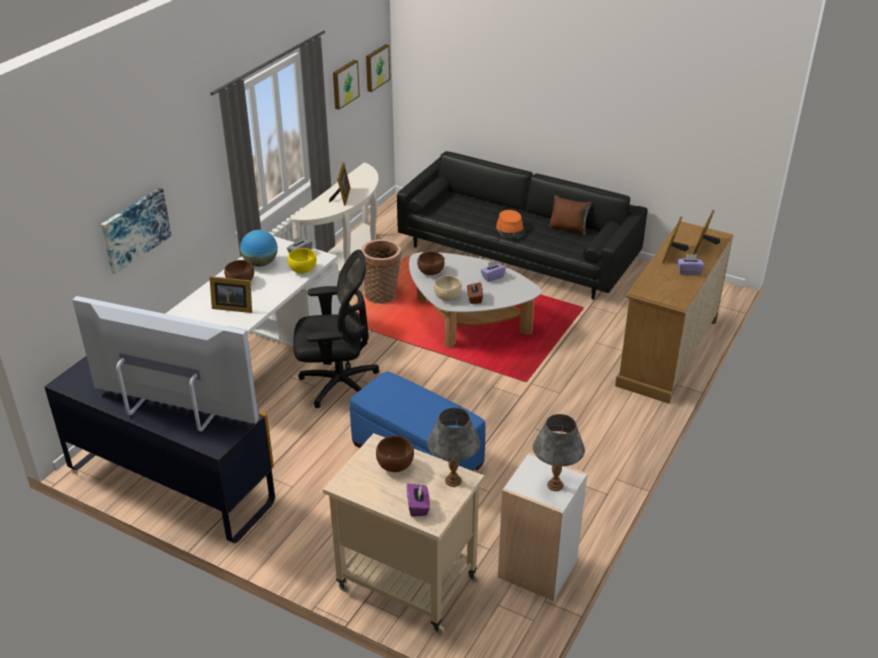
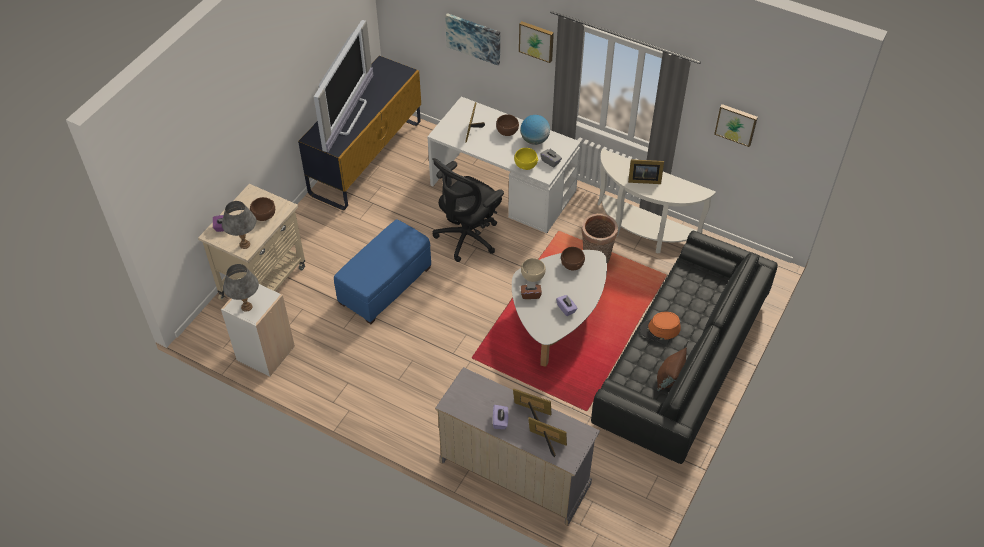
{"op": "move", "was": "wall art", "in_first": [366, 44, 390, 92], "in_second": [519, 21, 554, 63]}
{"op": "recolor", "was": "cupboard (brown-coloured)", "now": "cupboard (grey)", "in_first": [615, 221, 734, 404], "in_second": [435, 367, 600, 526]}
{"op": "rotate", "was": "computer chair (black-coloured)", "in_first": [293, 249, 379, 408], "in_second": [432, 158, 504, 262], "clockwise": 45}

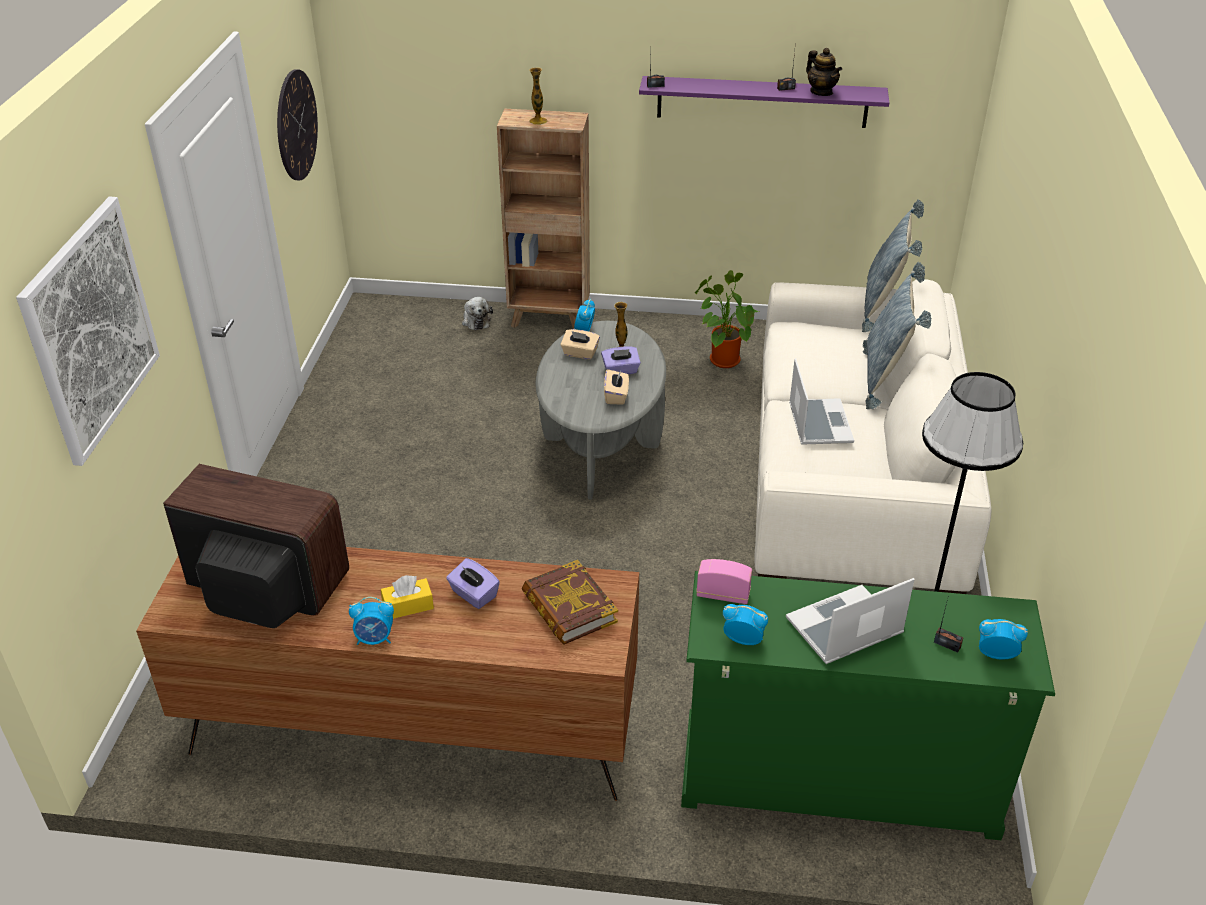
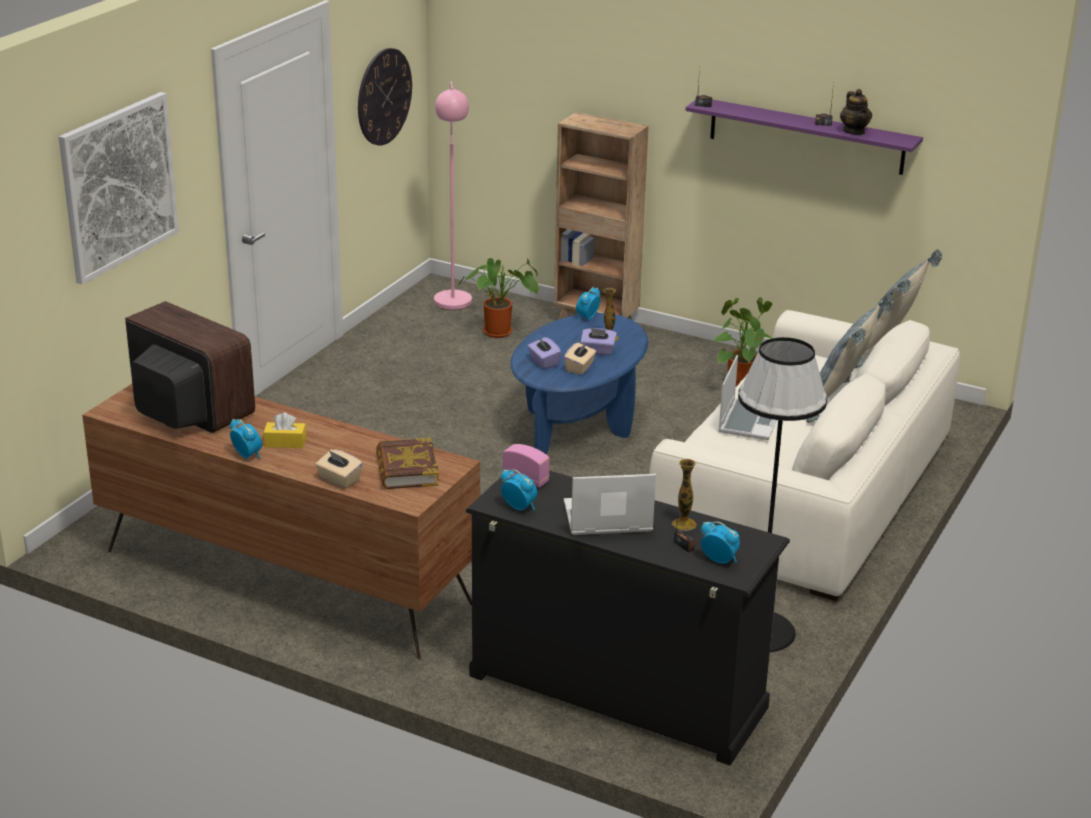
{"op": "delete", "was": "soft toy", "in_first": [462, 297, 493, 330]}
{"op": "insert", "now": "standard lamp (pink-coloured)", "in_second": [434, 81, 472, 310]}
{"op": "insert", "now": "plant in a pot", "in_second": [459, 258, 539, 338]}
{"op": "move", "was": "tissue holder (purplish)", "in_first": [446, 558, 500, 609], "in_second": [528, 337, 561, 369]}
{"op": "move", "was": "flower vase", "in_first": [529, 67, 547, 125], "in_second": [672, 459, 697, 531]}
{"op": "move", "was": "tissue holder (beige-coloured)", "in_first": [560, 329, 600, 360], "in_second": [315, 449, 363, 488]}
{"op": "recolor", "was": "lounge table (grey)", "now": "lounge table (blue-coloured)", "in_first": [536, 321, 666, 500], "in_second": [511, 313, 648, 455]}
{"op": "recolor", "was": "cupboard (green)", "now": "cupboard (black-coloured)", "in_first": [681, 571, 1055, 840], "in_second": [466, 470, 790, 766]}
{"op": "rotate", "was": "table clock", "in_first": [349, 597, 394, 645], "in_second": [230, 419, 262, 459], "clockwise": -150}

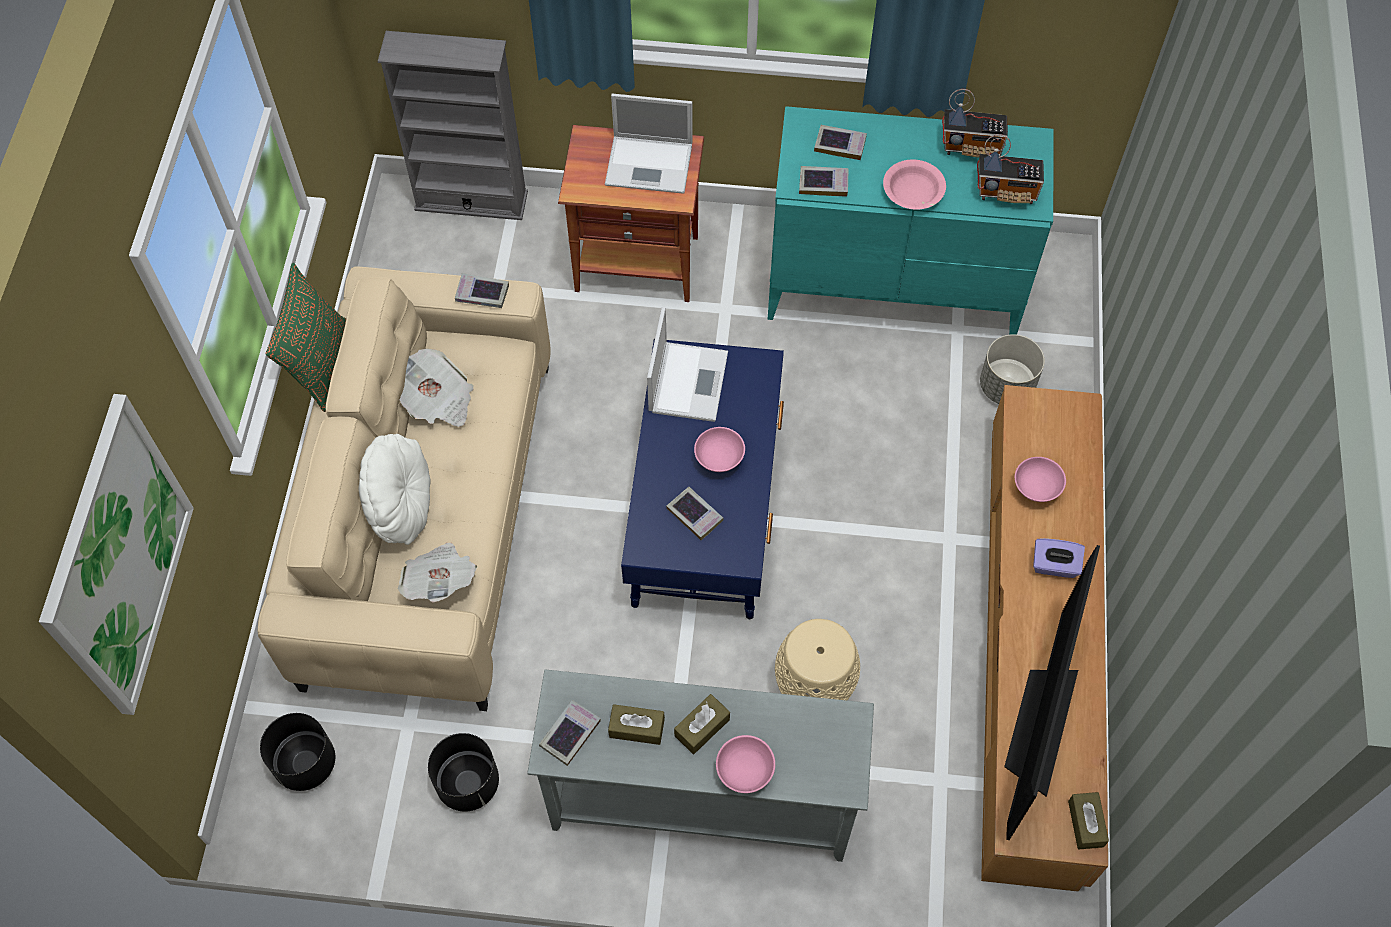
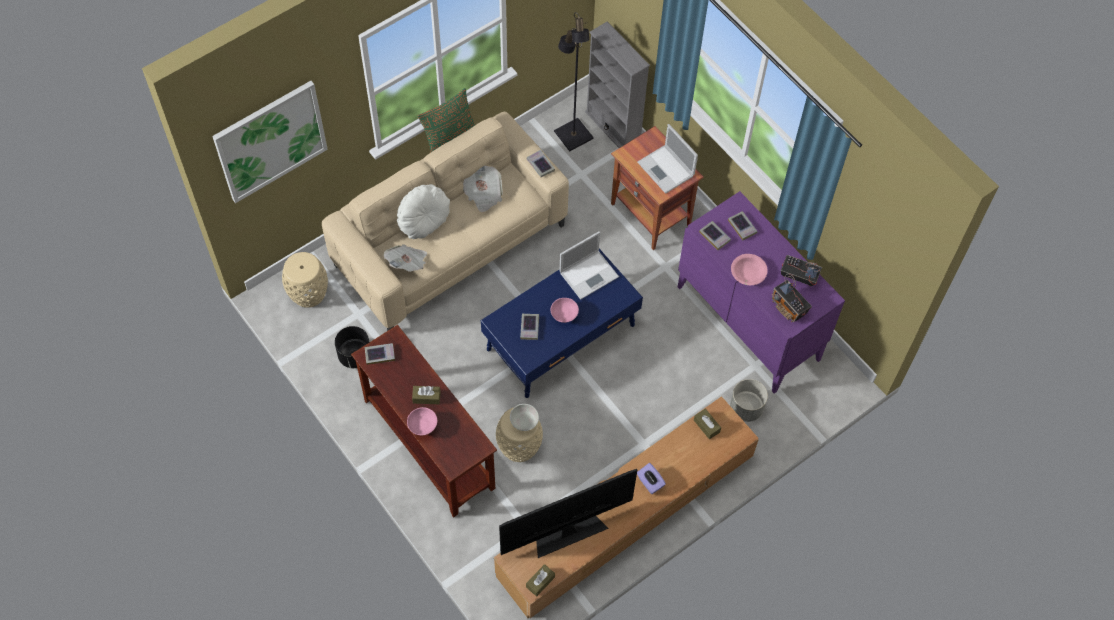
{"op": "delete", "was": "serving bowl (pink-coloured)", "in_first": [1015, 457, 1066, 502]}
{"op": "insert", "now": "serving bowl (whitish)", "in_second": [510, 404, 539, 431]}
{"op": "insert", "now": "standard lamp (black-coloured)", "in_second": [554, 12, 593, 151]}
{"op": "move", "was": "tissue holder (brown-coloured)", "in_first": [608, 704, 665, 745], "in_second": [694, 409, 721, 439]}
{"op": "replace", "was": "plant pot (black-coloured)", "now": "stool seat (beige-coloured)", "in_first": [260, 713, 335, 791], "in_second": [282, 252, 328, 308]}
{"op": "recolor", "was": "hall table (grey)", "now": "hall table (brown-coloured)", "in_first": [527, 669, 874, 862], "in_second": [351, 325, 497, 518]}
{"op": "recolor", "was": "cupboard (turquoise)", "now": "cupboard (purplish)", "in_first": [767, 106, 1054, 335], "in_second": [678, 191, 845, 393]}
{"op": "rotate", "was": "radio receiver", "in_first": [942, 89, 1008, 158], "in_second": [781, 255, 822, 286], "clockwise": 150}

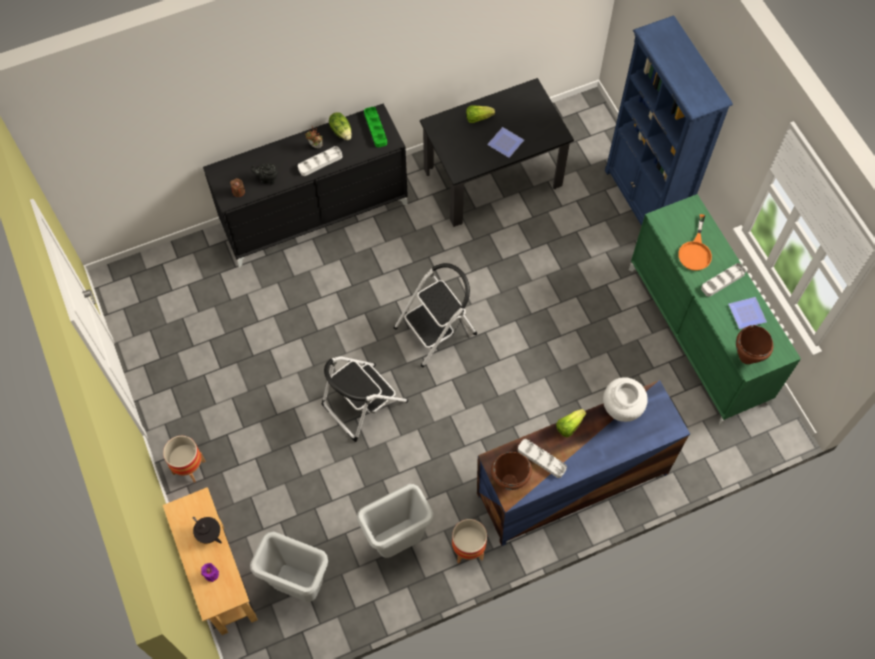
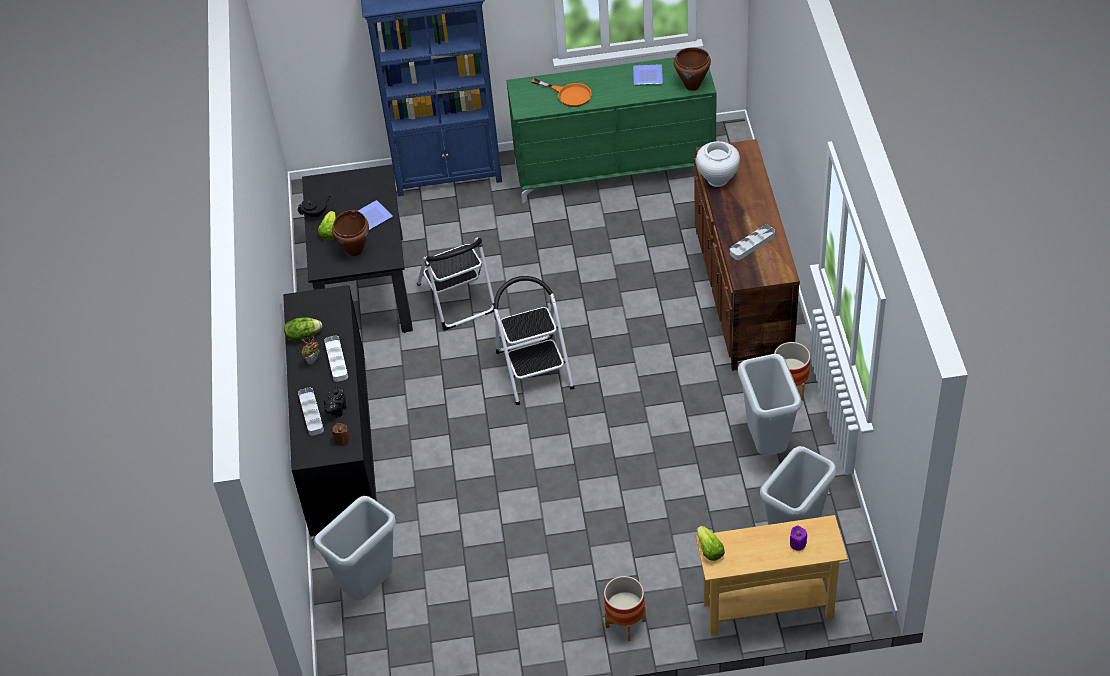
{"op": "delete", "was": "serving tray (green)", "in_first": [364, 107, 387, 148]}
{"op": "insert", "now": "trash can (grey)", "in_second": [314, 496, 396, 600]}
{"op": "move", "was": "teapot (black-coloured)", "in_first": [193, 517, 222, 544], "in_second": [298, 195, 331, 217]}
{"op": "move", "was": "stepladder", "in_first": [322, 356, 408, 442], "in_second": [417, 237, 494, 331]}
{"op": "move", "was": "saucepot (brown-coloured)", "in_first": [491, 452, 532, 490], "in_second": [332, 210, 369, 256]}
{"op": "move", "was": "head of lettuce", "in_first": [556, 409, 586, 438], "in_second": [697, 526, 725, 561]}
{"op": "move", "was": "serving tray (grey)", "in_first": [701, 263, 746, 297], "in_second": [298, 388, 324, 436]}
{"op": "recolor", "was": "cupboard (blue-coloured)", "now": "cupboard (brown-coloured)", "in_first": [477, 380, 690, 546], "in_second": [694, 139, 800, 371]}

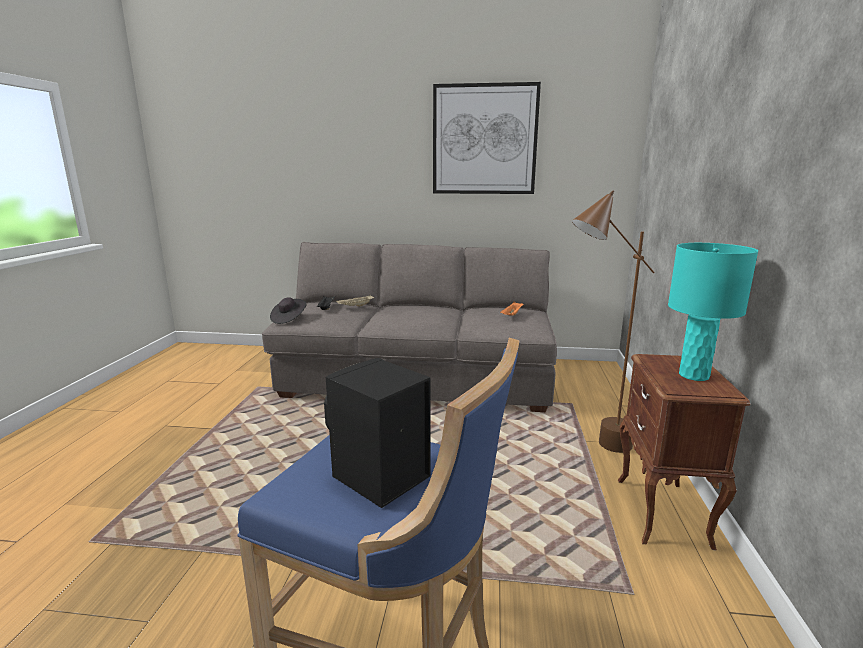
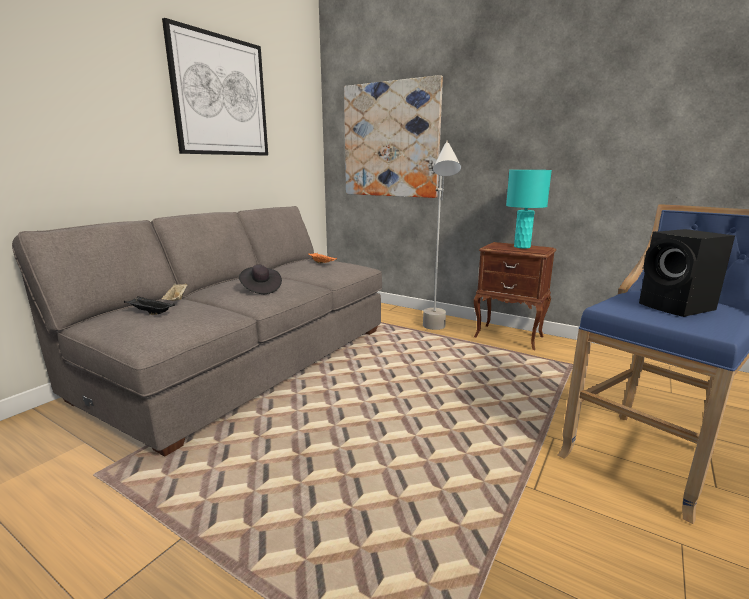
{"op": "insert", "now": "wall art", "in_second": [344, 75, 443, 198]}
{"op": "move", "was": "clothing hat (black-coloured)", "in_first": [270, 297, 306, 324], "in_second": [239, 265, 282, 294]}
{"op": "recolor", "was": "standard lamp (brown-coloured)", "now": "standard lamp (grey)", "in_first": [572, 190, 654, 453], "in_second": [423, 140, 461, 330]}

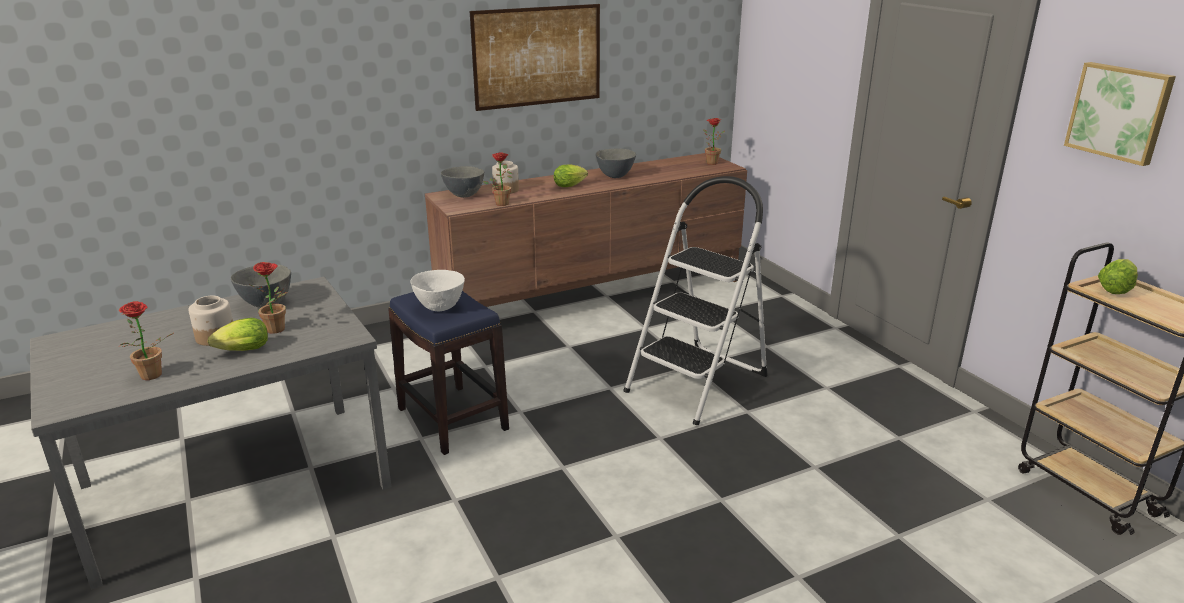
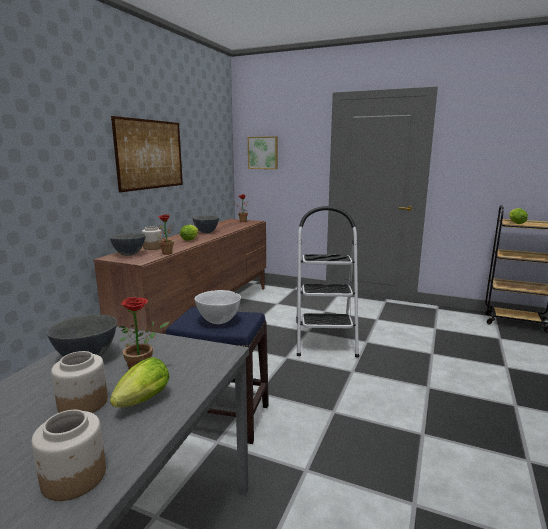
{"op": "move", "was": "wall art", "in_first": [1064, 62, 1176, 166], "in_second": [248, 136, 278, 169]}
{"op": "replace", "was": "plant in a pot", "now": "preserve jar", "in_first": [119, 301, 173, 380], "in_second": [32, 410, 106, 501]}

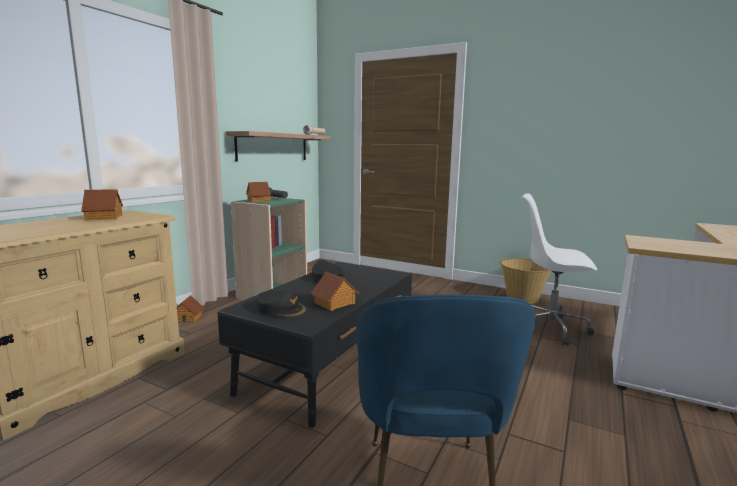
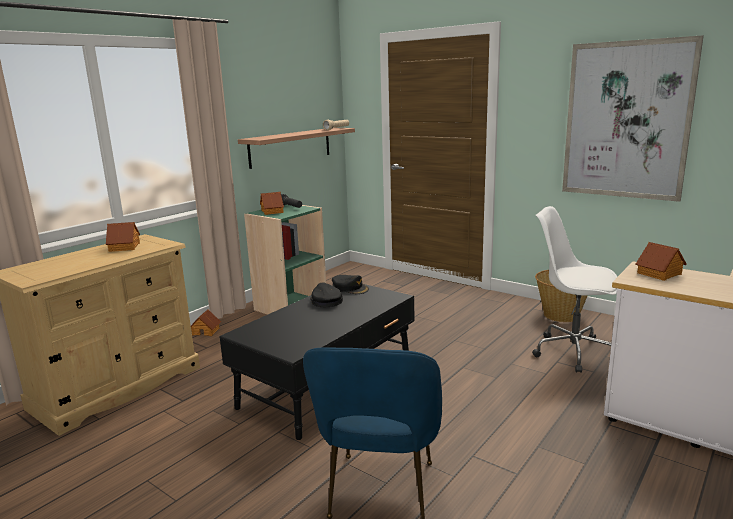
{"op": "insert", "now": "wall art", "in_second": [562, 35, 704, 202]}
{"op": "move", "was": "cap (black-coloured)", "in_first": [256, 291, 307, 318], "in_second": [332, 275, 369, 294]}
{"op": "move", "was": "toy house", "in_first": [310, 271, 359, 311], "in_second": [636, 242, 687, 281]}

